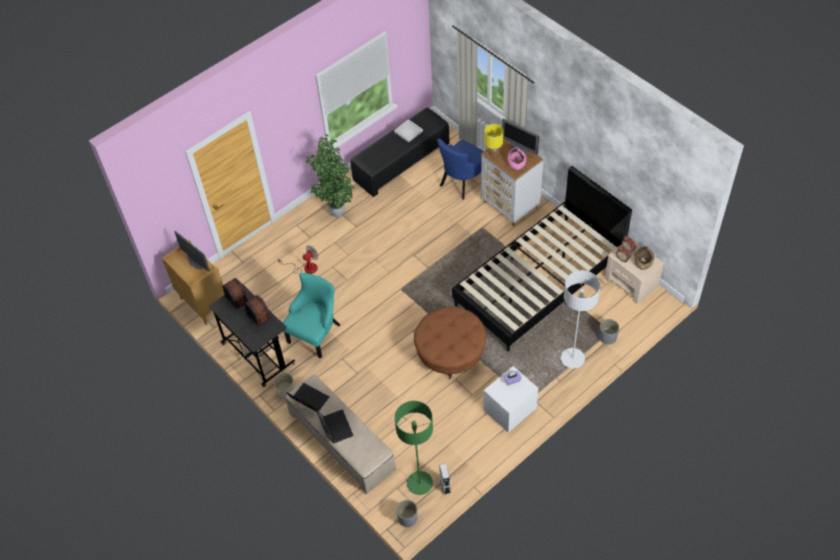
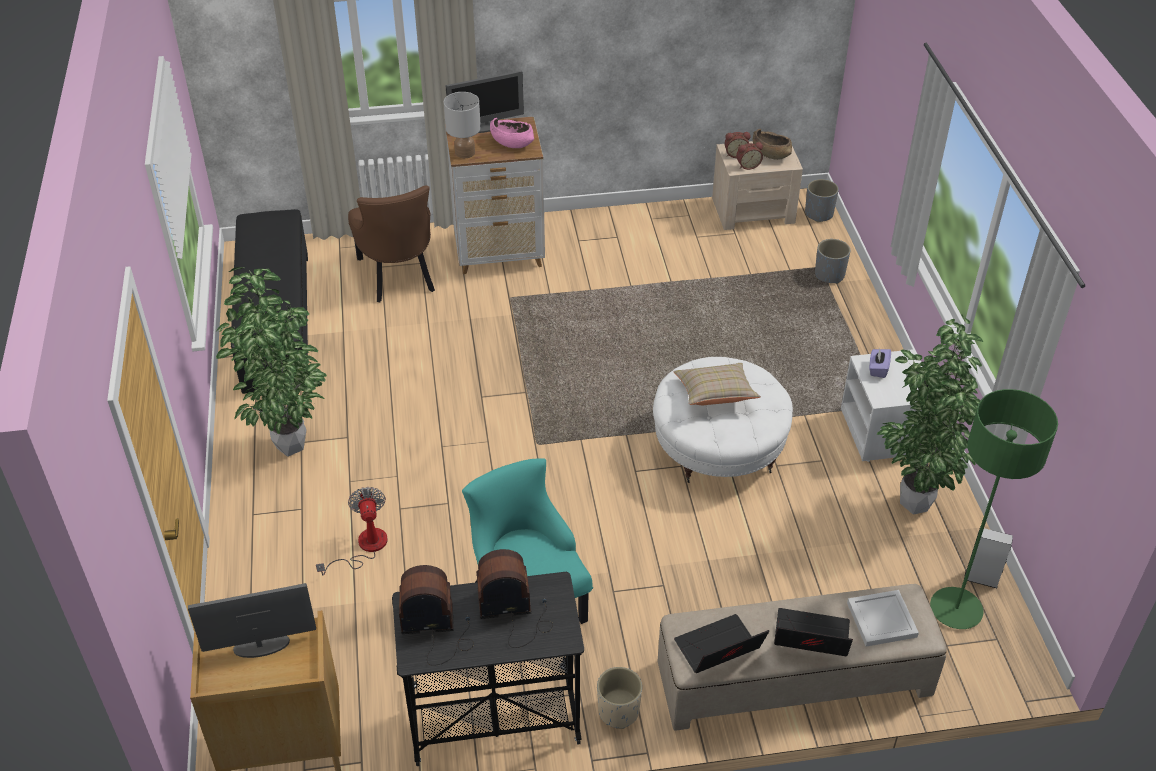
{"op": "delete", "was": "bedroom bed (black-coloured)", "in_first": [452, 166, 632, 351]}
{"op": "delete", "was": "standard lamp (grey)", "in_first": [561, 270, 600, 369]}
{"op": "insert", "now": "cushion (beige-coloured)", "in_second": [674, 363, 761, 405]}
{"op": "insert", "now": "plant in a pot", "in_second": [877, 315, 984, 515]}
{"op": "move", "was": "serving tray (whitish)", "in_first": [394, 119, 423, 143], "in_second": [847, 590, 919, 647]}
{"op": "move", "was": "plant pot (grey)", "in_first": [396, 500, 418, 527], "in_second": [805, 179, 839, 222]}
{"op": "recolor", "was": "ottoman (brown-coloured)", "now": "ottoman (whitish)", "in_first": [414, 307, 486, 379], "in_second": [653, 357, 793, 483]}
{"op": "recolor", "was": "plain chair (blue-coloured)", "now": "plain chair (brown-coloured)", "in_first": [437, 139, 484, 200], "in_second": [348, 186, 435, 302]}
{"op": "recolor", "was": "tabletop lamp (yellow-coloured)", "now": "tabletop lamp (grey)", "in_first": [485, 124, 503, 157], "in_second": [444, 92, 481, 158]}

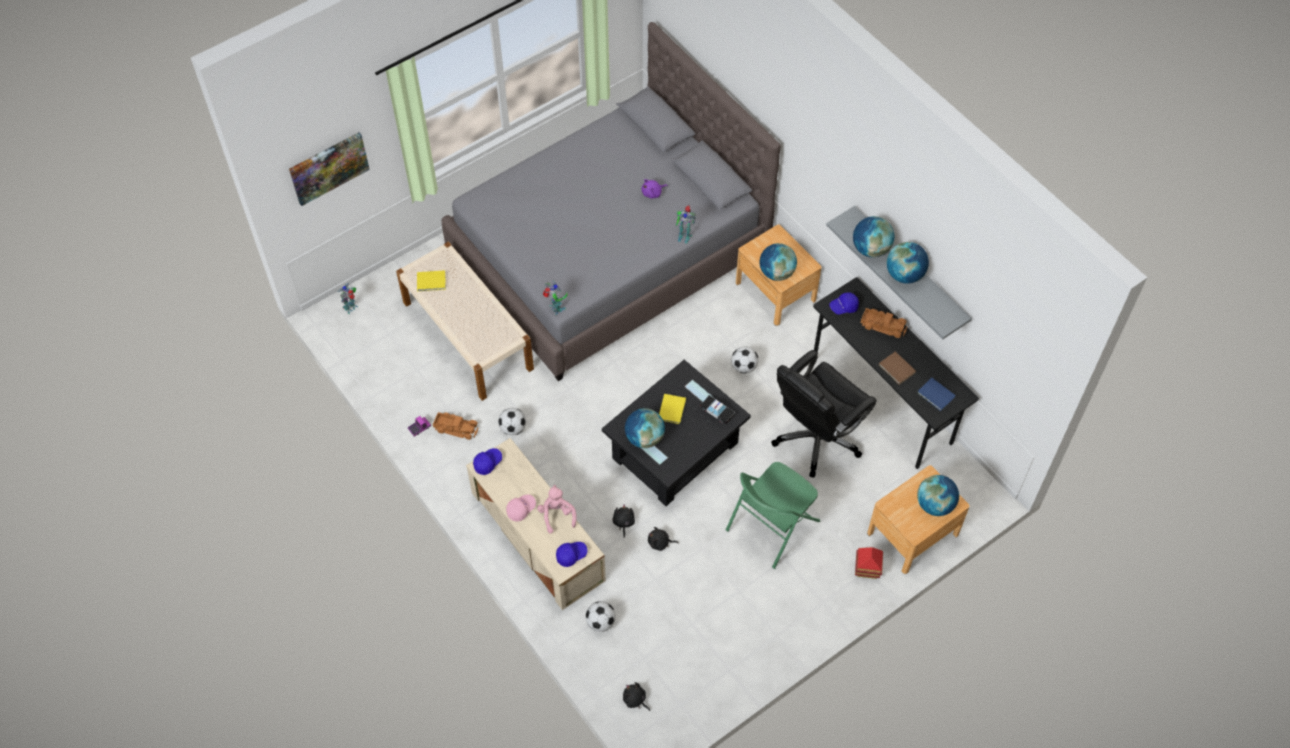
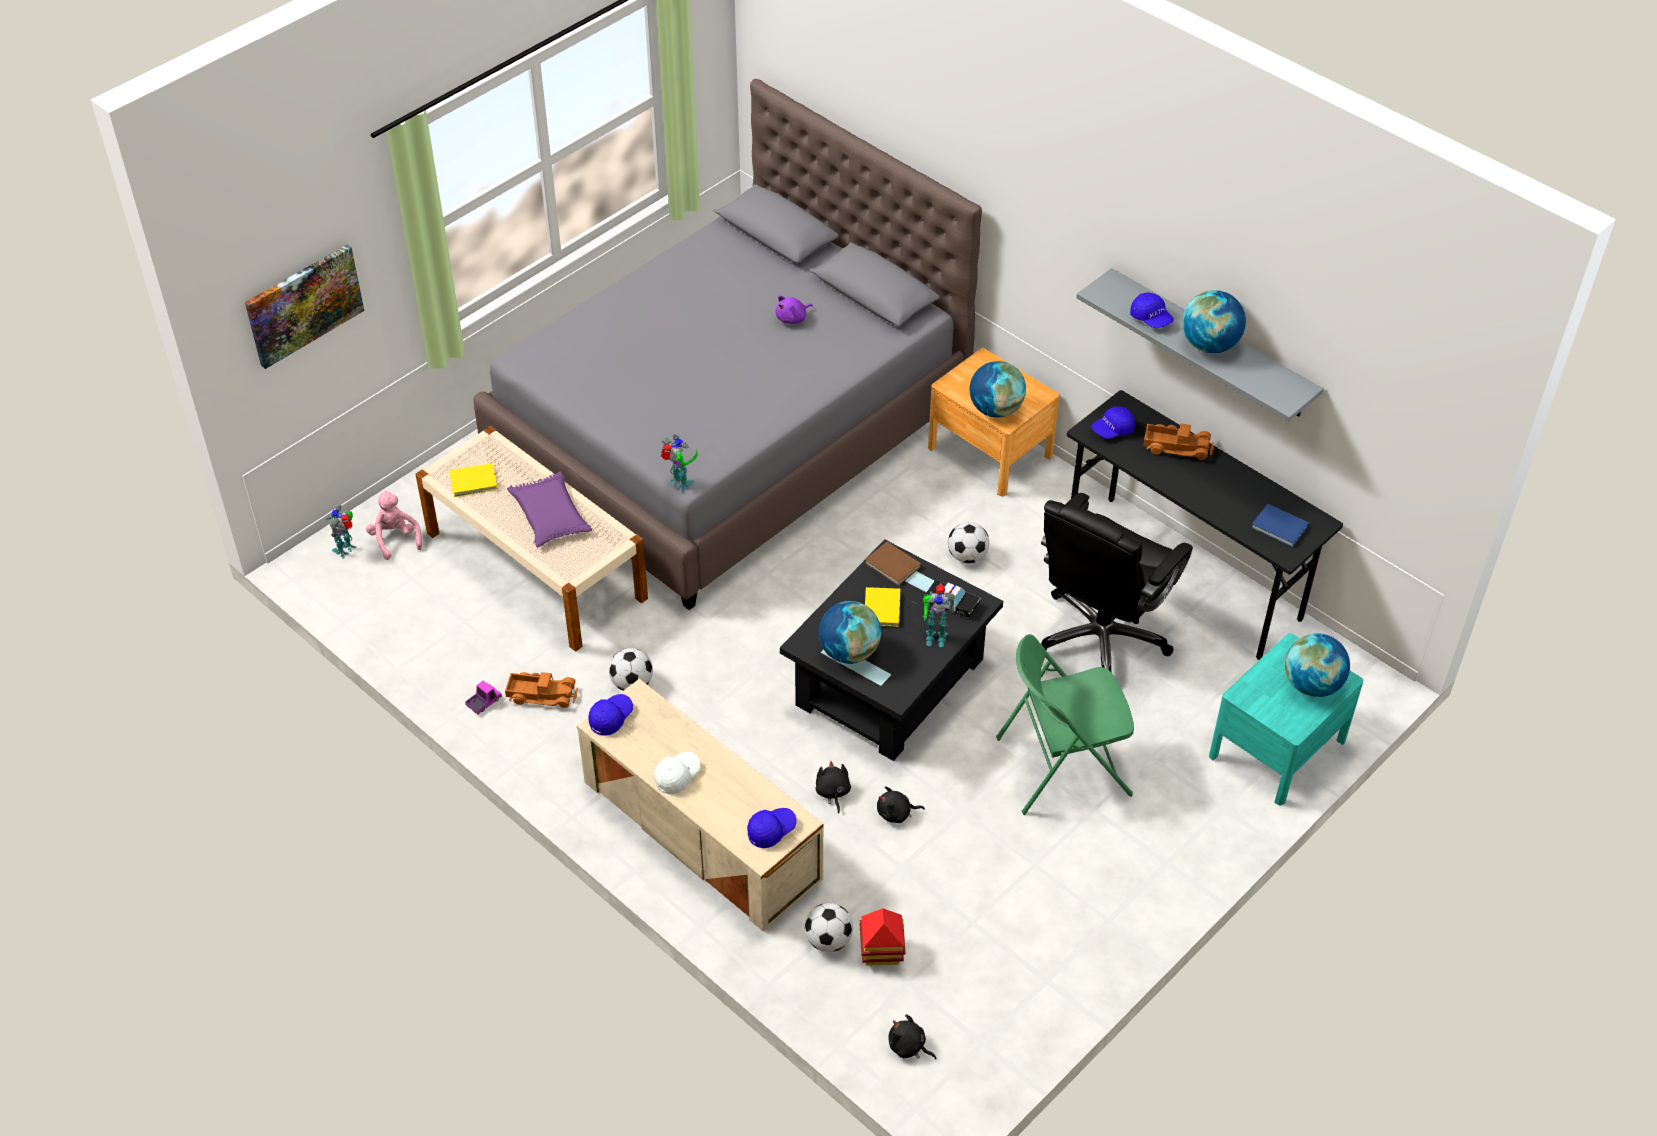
{"op": "insert", "now": "cushion (purplish)", "in_second": [507, 472, 592, 547]}
{"op": "move", "was": "soft toy (pink-coloured)", "in_first": [537, 485, 577, 534], "in_second": [366, 491, 422, 560]}
{"op": "move", "was": "robot figure", "in_first": [676, 205, 696, 243], "in_second": [923, 583, 955, 647]}
{"op": "move", "was": "toy house", "in_first": [855, 547, 883, 579], "in_second": [859, 908, 906, 966]}
{"op": "move", "was": "bound book (brown-coloured)", "in_first": [879, 351, 916, 385], "in_second": [865, 542, 921, 586]}
{"op": "replace", "was": "desk globe", "now": "cap (blue-coloured)", "in_first": [853, 216, 894, 258], "in_second": [1130, 292, 1174, 328]}
{"op": "recolor", "was": "cap (pink-coloured)", "now": "cap (whitish)", "in_first": [506, 494, 536, 522], "in_second": [654, 752, 700, 794]}
{"op": "recolor", "was": "nightstand (brown-coloured)", "now": "nightstand (turquoise)", "in_first": [867, 465, 970, 574], "in_second": [1209, 633, 1364, 805]}
{"op": "rotate", "was": "plain chair (green)", "in_first": [725, 462, 820, 569], "in_second": [996, 634, 1134, 815], "clockwise": 45}

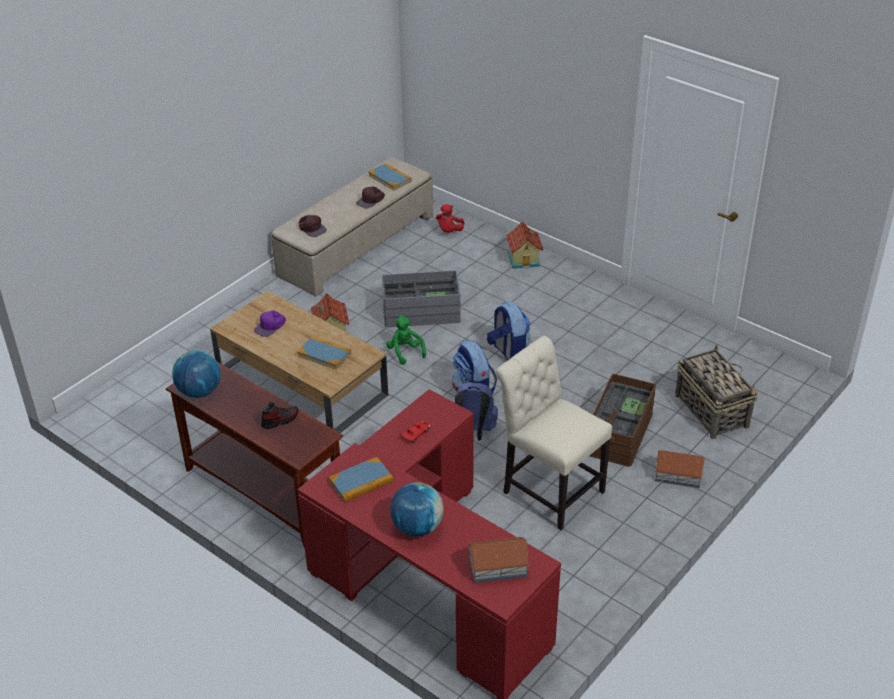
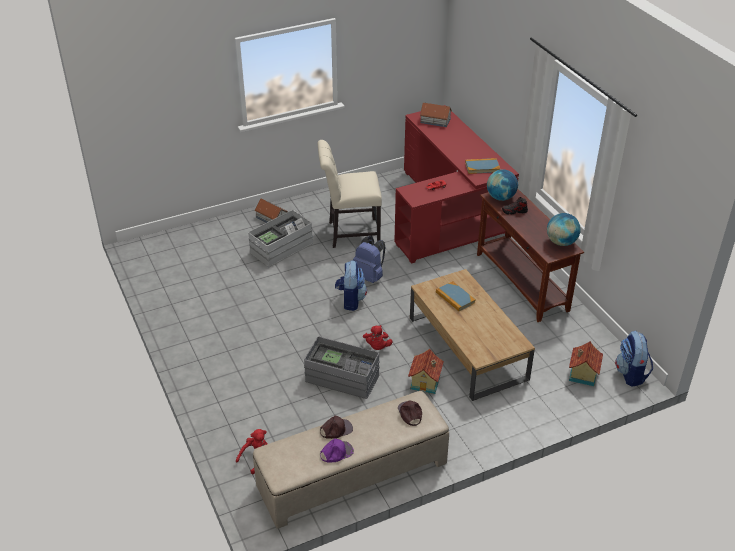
{"op": "delete", "was": "bound book", "in_first": [369, 163, 412, 191]}
{"op": "delete", "was": "basket", "in_first": [675, 344, 758, 439]}
{"op": "move", "was": "cap (purplish)", "in_first": [254, 311, 286, 337], "in_second": [320, 438, 354, 463]}
{"op": "move", "was": "desk globe", "in_first": [390, 482, 444, 537], "in_second": [487, 169, 518, 201]}
{"op": "move", "was": "rucksack", "in_first": [487, 301, 530, 360], "in_second": [615, 331, 653, 387]}
{"op": "move", "was": "toy house", "in_first": [506, 221, 543, 269], "in_second": [569, 341, 603, 386]}
{"op": "recolor", "was": "soft toy (green)", "now": "soft toy (red)", "in_first": [386, 316, 426, 365], "in_second": [363, 325, 393, 350]}
{"op": "recolor", "was": "storage box (brown-coloured)", "now": "storage box (grey)", "in_first": [590, 374, 656, 467], "in_second": [248, 210, 313, 267]}
{"op": "rotate", "was": "plain chair (beige-coloured)", "in_first": [496, 336, 612, 530], "in_second": [317, 140, 382, 248], "clockwise": 105}

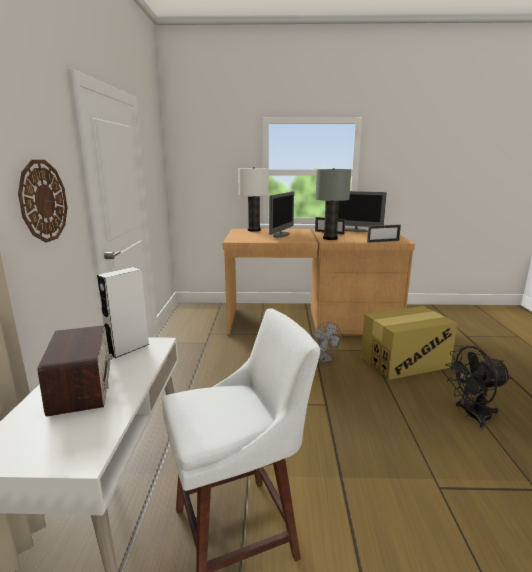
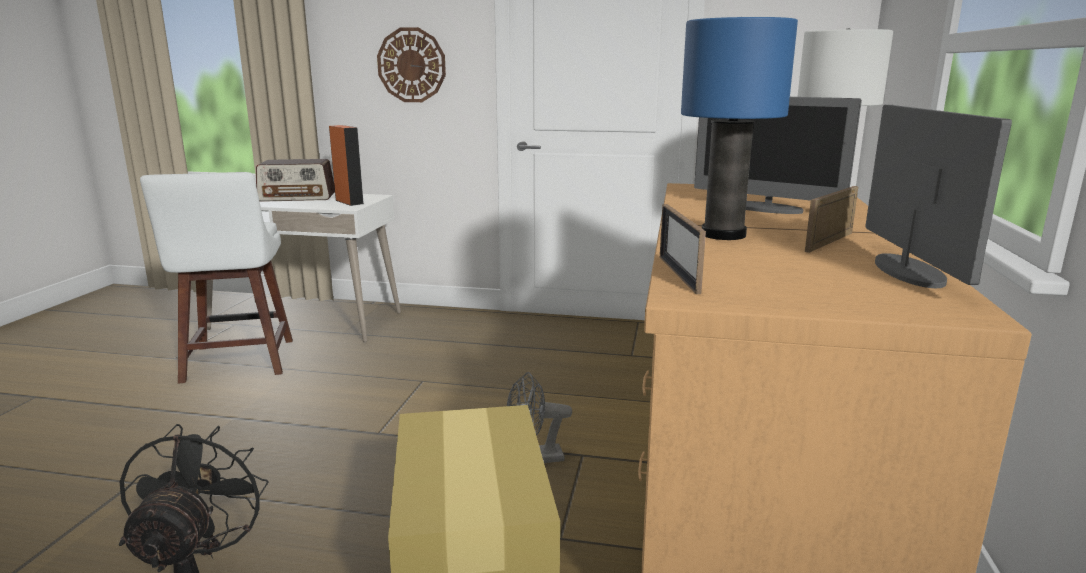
{"op": "recolor", "was": "loudspeaker (whitish)", "now": "loudspeaker (orange)", "in_first": [97, 267, 150, 358], "in_second": [329, 125, 364, 206]}
{"op": "recolor", "was": "tabletop lamp (grey)", "now": "tabletop lamp (blue-coloured)", "in_first": [315, 168, 351, 240], "in_second": [681, 17, 798, 240]}
{"op": "rotate", "was": "computer display", "in_first": [338, 191, 387, 232], "in_second": [865, 105, 1012, 288], "clockwise": 150}

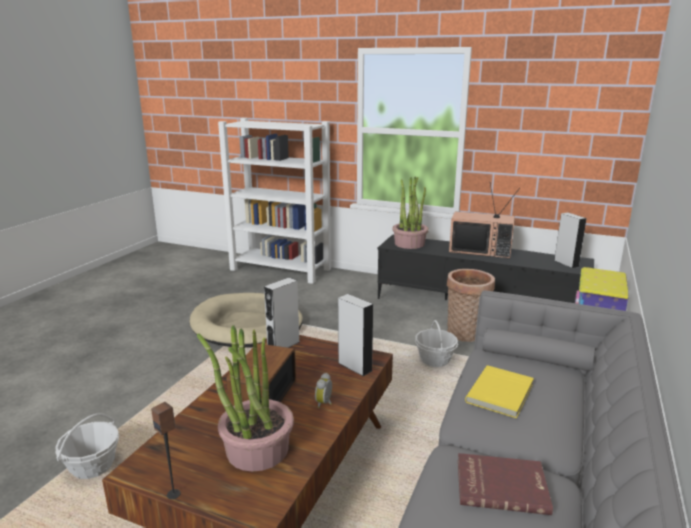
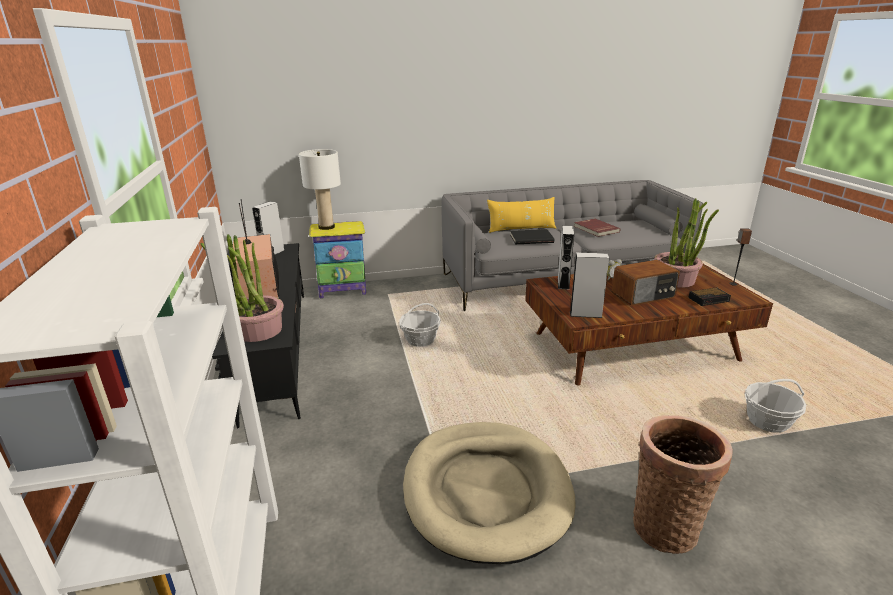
{"op": "insert", "now": "tabletop lamp (whitish)", "in_second": [299, 149, 341, 230]}
{"op": "insert", "now": "cushion (yellow-coloured)", "in_second": [487, 197, 556, 233]}
{"op": "insert", "now": "table clock", "in_second": [688, 287, 731, 306]}
{"op": "move", "was": "basket", "in_first": [447, 269, 495, 342], "in_second": [633, 415, 733, 554]}
{"op": "recolor", "was": "bound book (yellow-coloured)", "now": "bound book (black-coloured)", "in_first": [465, 365, 534, 418], "in_second": [510, 229, 554, 244]}

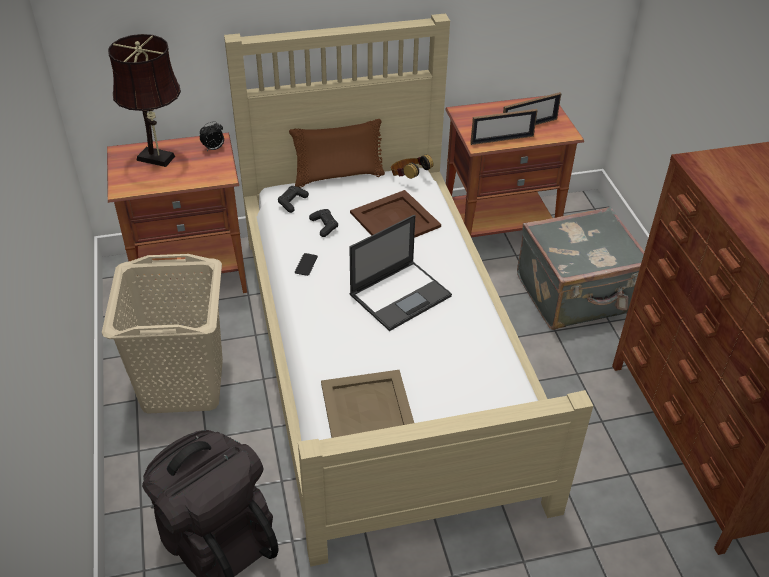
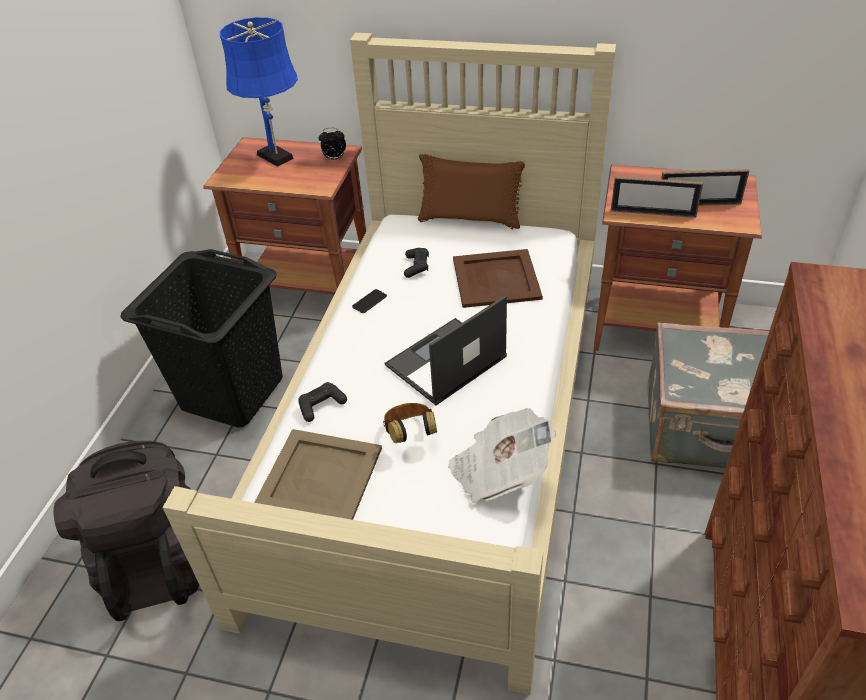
{"op": "insert", "now": "daily paper", "in_second": [448, 408, 556, 504]}
{"op": "move", "was": "gamepad (black-coloured)", "in_first": [278, 186, 309, 213], "in_second": [298, 382, 347, 422]}
{"op": "move", "was": "headphones", "in_first": [391, 154, 434, 179], "in_second": [383, 403, 437, 443]}
{"op": "recolor", "was": "washing basket (beige-coloured)", "now": "washing basket (black-coloured)", "in_first": [102, 254, 223, 413], "in_second": [120, 249, 283, 427]}
{"op": "recolor", "was": "tabletop lamp (brown-coloured)", "now": "tabletop lamp (blue-coloured)", "in_first": [108, 34, 181, 167], "in_second": [220, 17, 298, 167]}
{"op": "rotate", "was": "laptop", "in_first": [349, 215, 452, 331], "in_second": [385, 295, 507, 405], "clockwise": 150}

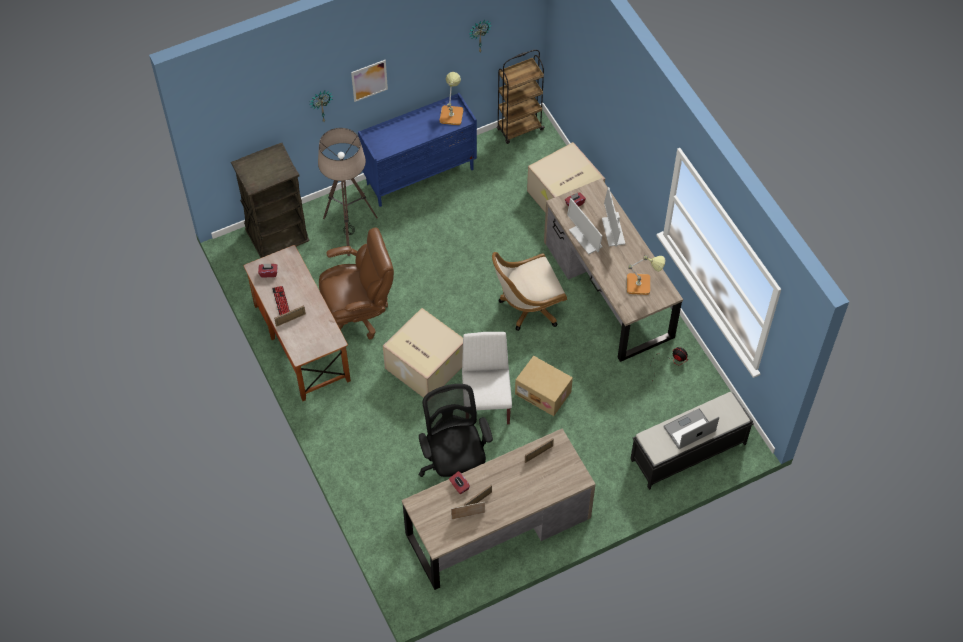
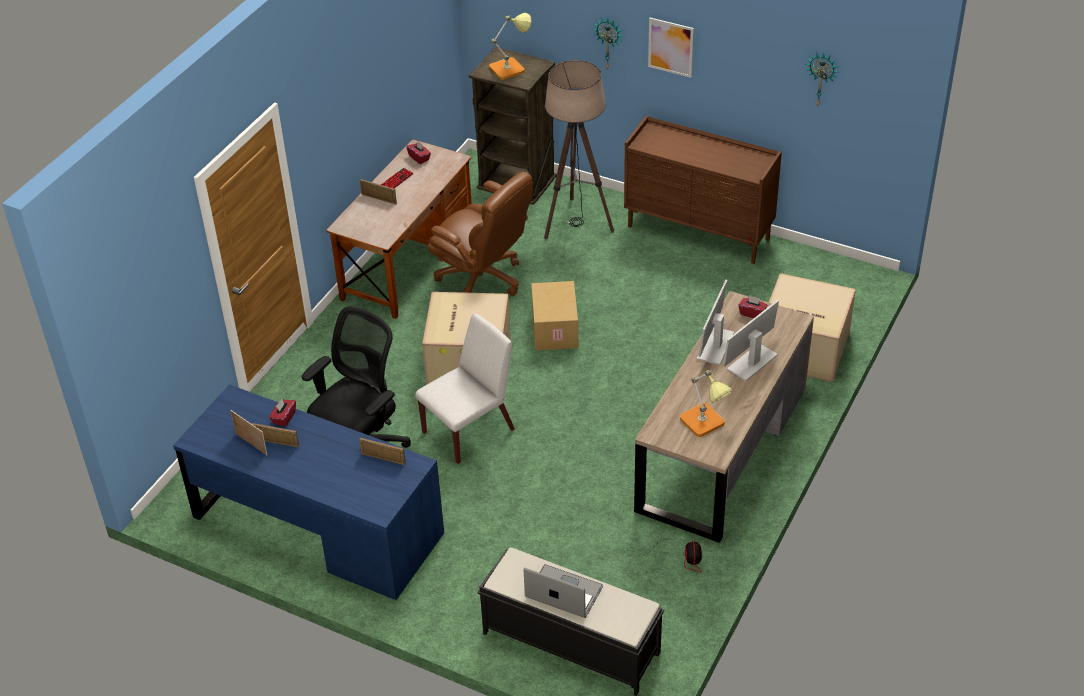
{"op": "delete", "was": "computer chair", "in_first": [492, 252, 567, 331]}
{"op": "delete", "was": "wheeled cart (brown-coloured)", "in_first": [497, 50, 545, 144]}
{"op": "move", "was": "tabletop lamp", "in_first": [440, 72, 463, 125], "in_second": [489, 13, 532, 80]}
{"op": "move", "was": "packing box", "in_first": [515, 356, 573, 416], "in_second": [531, 281, 578, 350]}
{"op": "recolor", "was": "cupboard (blue-coloured)", "now": "cupboard (brown-coloured)", "in_first": [358, 93, 477, 207], "in_second": [624, 115, 782, 264]}
{"op": "recolor", "was": "desk (brown-coloured)", "now": "desk (blue-coloured)", "in_first": [402, 429, 596, 590], "in_second": [173, 384, 444, 600]}

